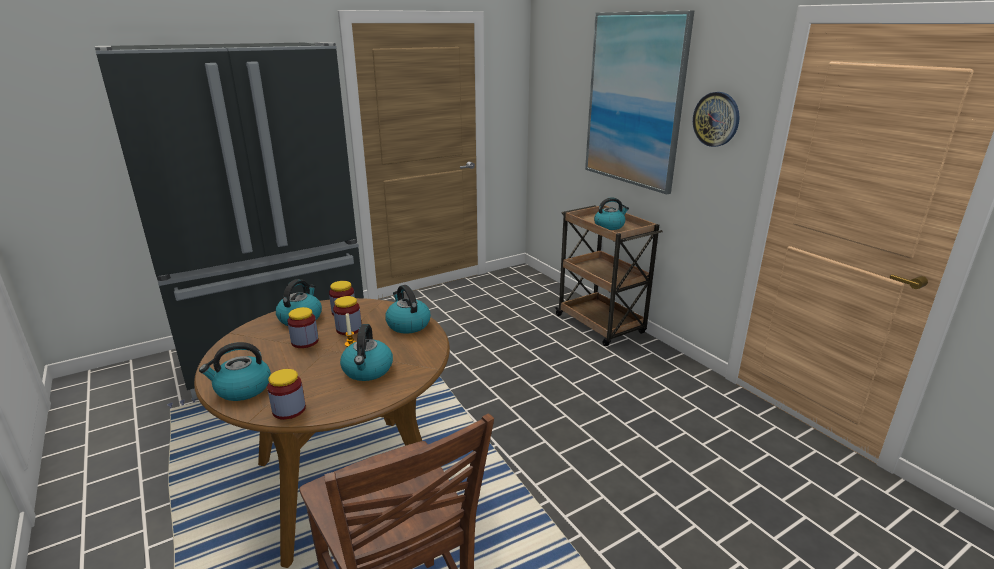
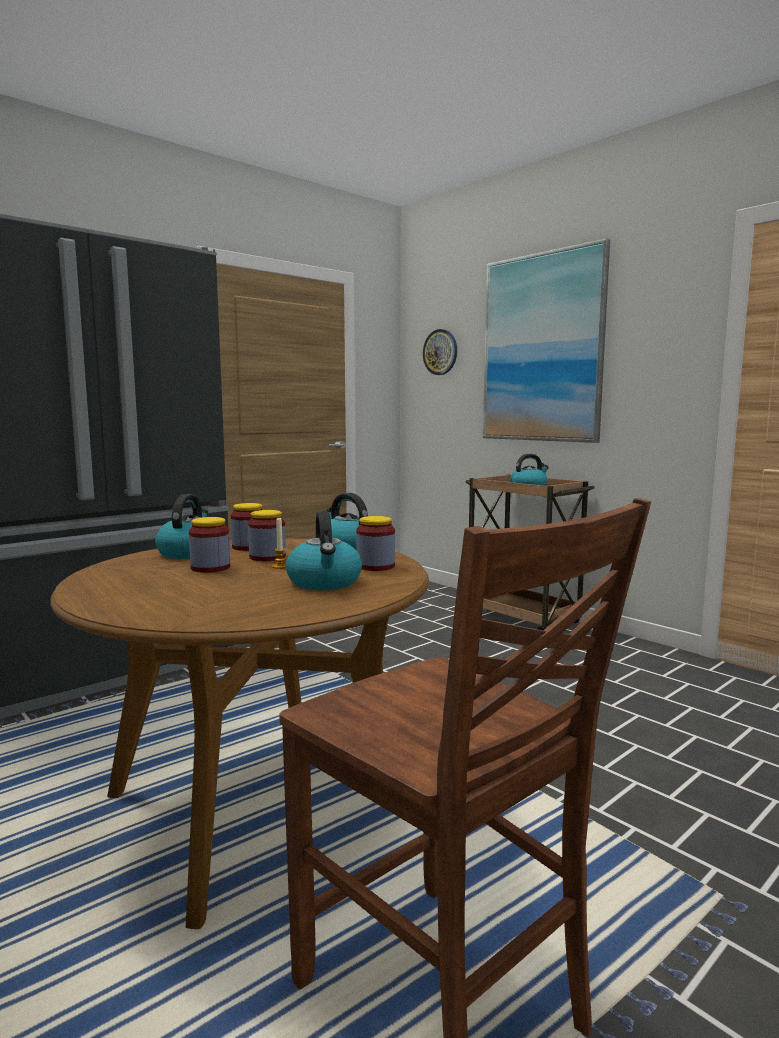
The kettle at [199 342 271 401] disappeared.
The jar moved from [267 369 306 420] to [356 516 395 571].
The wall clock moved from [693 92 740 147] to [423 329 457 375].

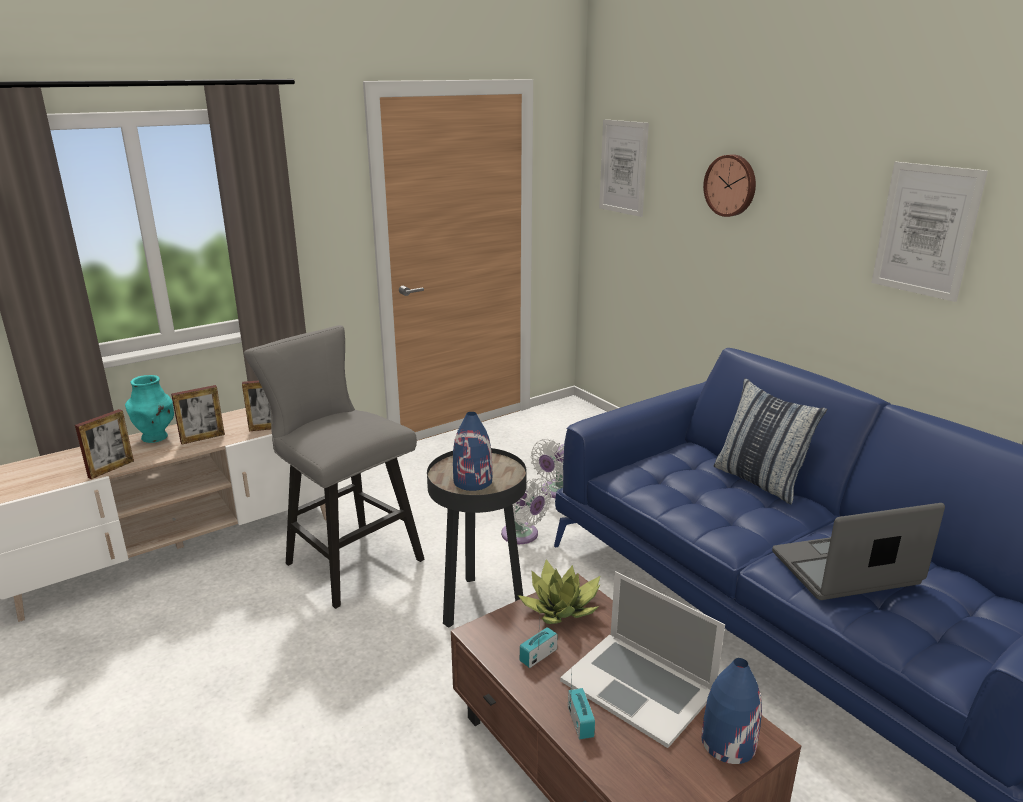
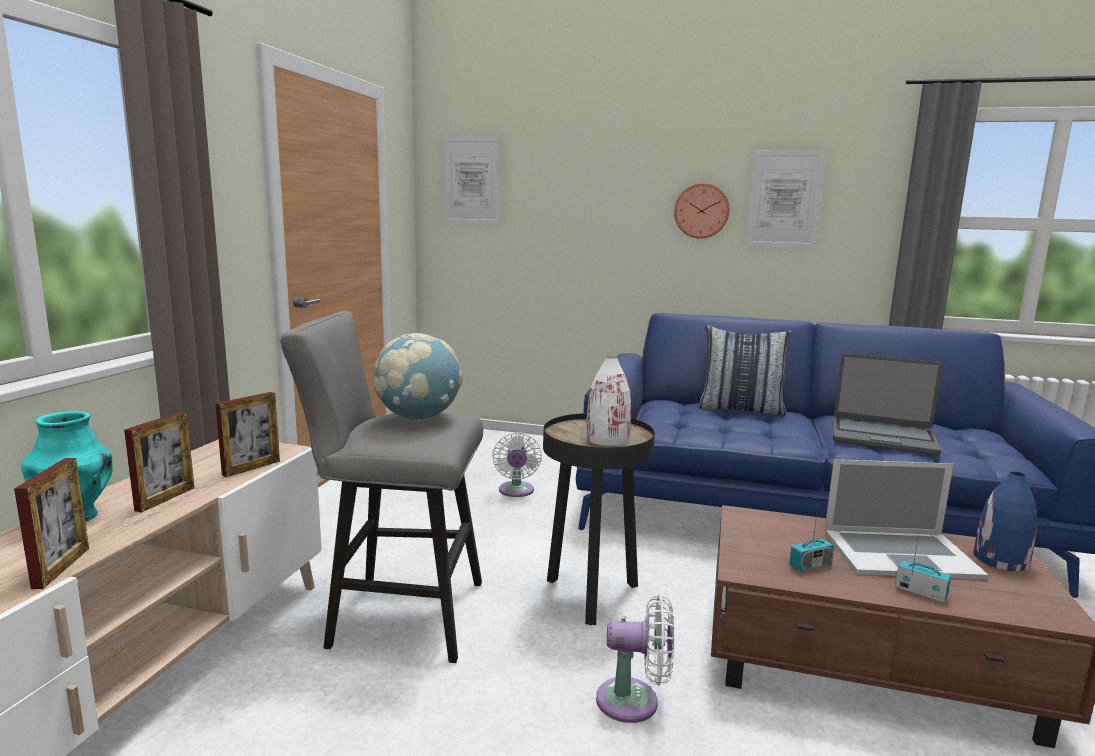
The potted plant at [518 559 600 624] disappeared.
The globe at [373 333 462 421] appeared.
The white fan moved from [501 478 552 544] to [596 595 675 723].
The wall clock moved from [703 154 756 217] to [674 183 730 239].
The blue vase at [453 412 492 491] became the white vase at [586 356 631 446].
The radio at [520 627 557 668] turned 120 degrees counterclockwise.
The laptop at [772 503 945 600] turned 105 degrees counterclockwise.

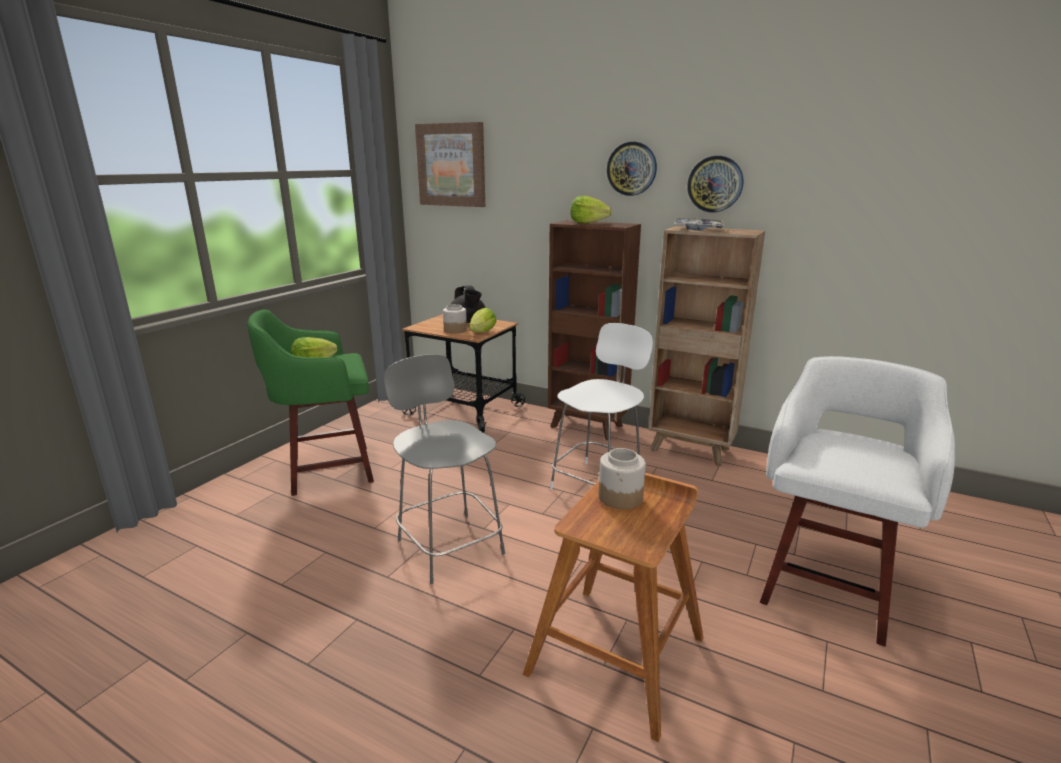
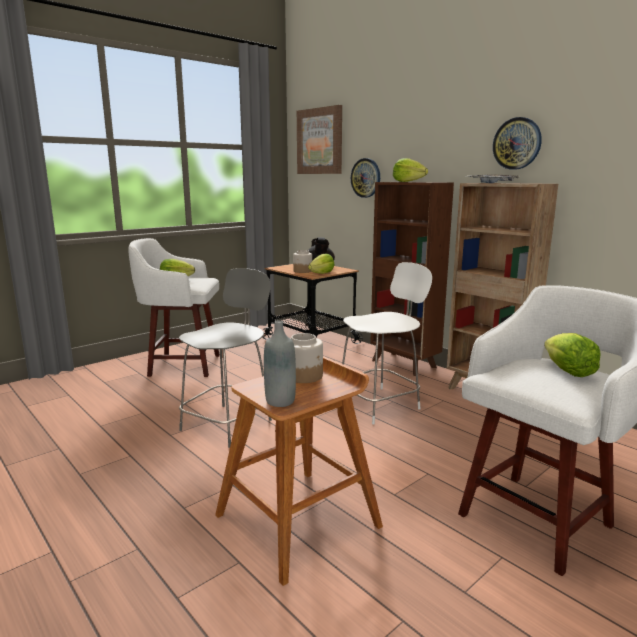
The grey bottle at [264 320 296 407] appeared.
The lettuce at [544 333 601 377] appeared.
The wall clock moved from [607 142 657 196] to [351 158 380 198].
The green stool at [248 309 374 496] became the white stool at [128 238 220 377].
The grey chair at [384 354 505 584] turned 45 degrees clockwise.

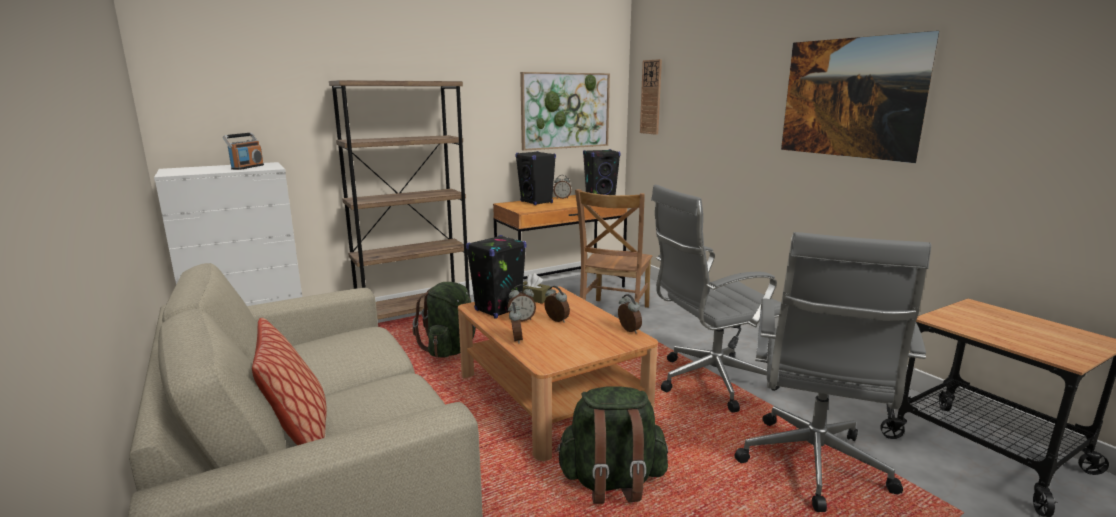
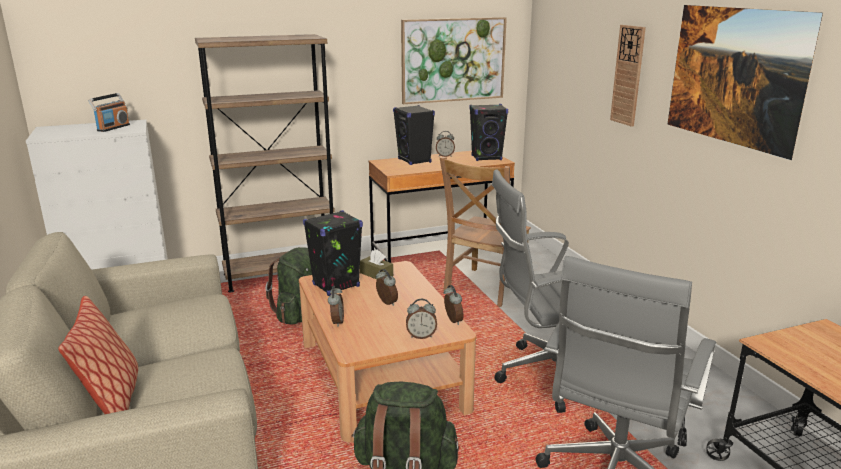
The alarm clock moved from [508 284 536 322] to [406 299 437 339].
The wall clock moved from [640 59 662 135] to [610 25 646 127].

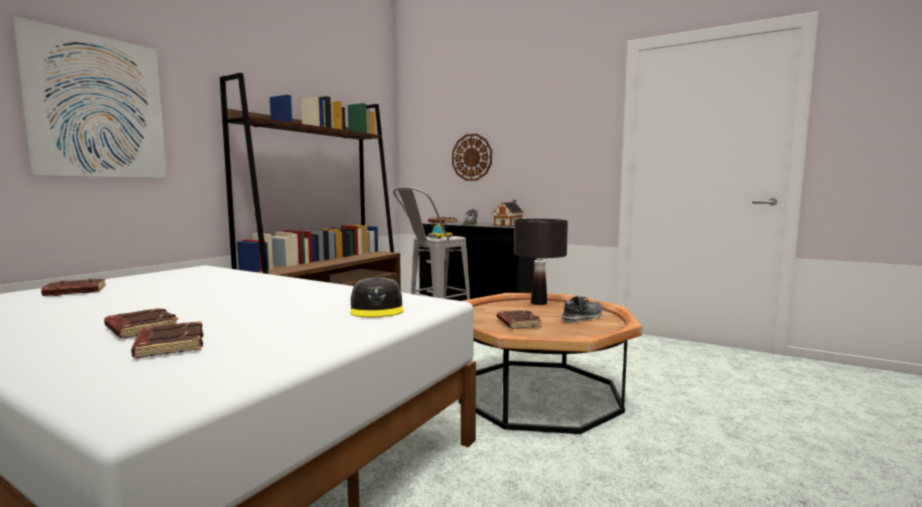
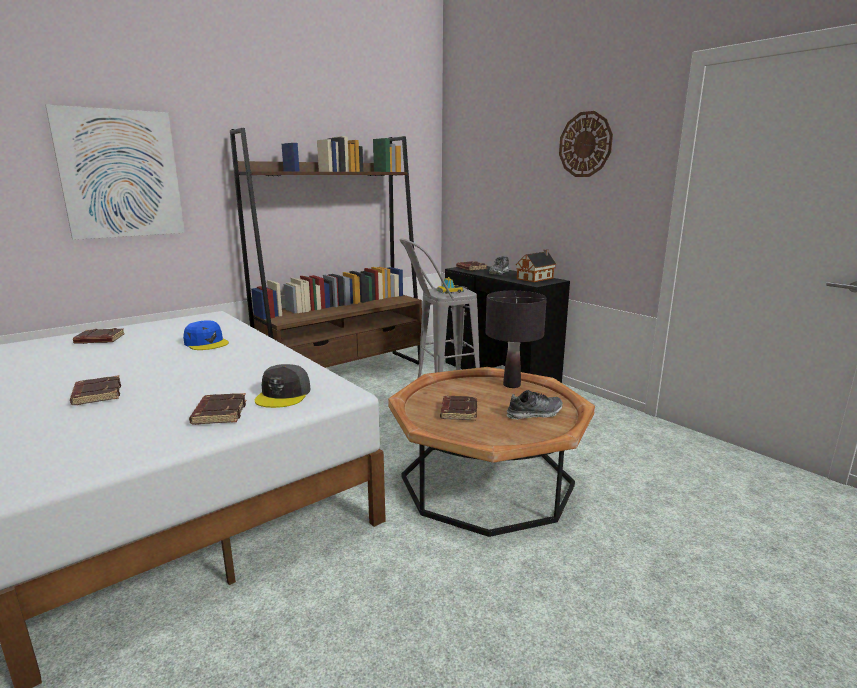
The blue cap at [183 321 229 350] appeared.
The brown book moved from [131 321 203 358] to [189 393 247 425].
The wall clock moved from [452 134 492 181] to [559 111 613 177].

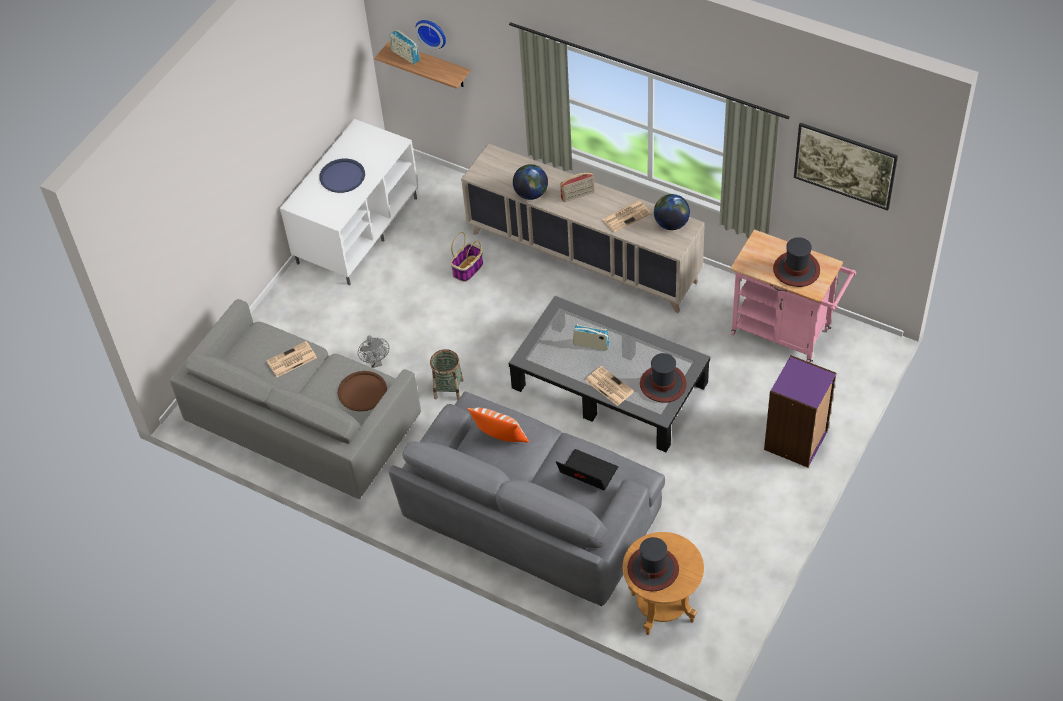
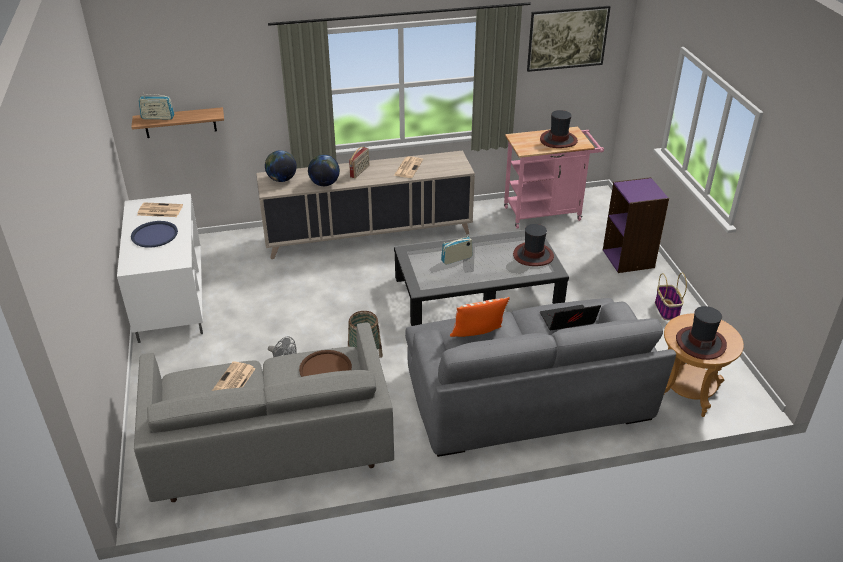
The wall clock at [415 20 446 49] disappeared.
The basket moved from [450 232 483 282] to [655 273 687 320].
The newspaper moved from [585 366 634 406] to [138 202 183 217].
The globe moved from [654 194 690 230] to [265 150 297 182].

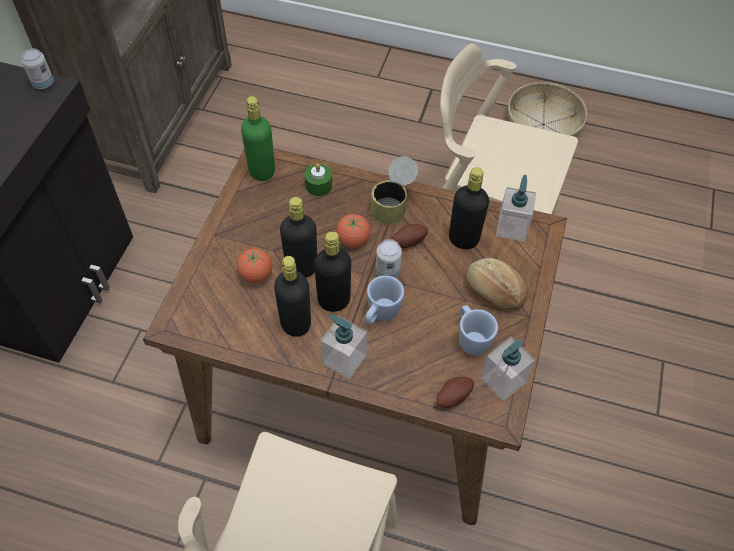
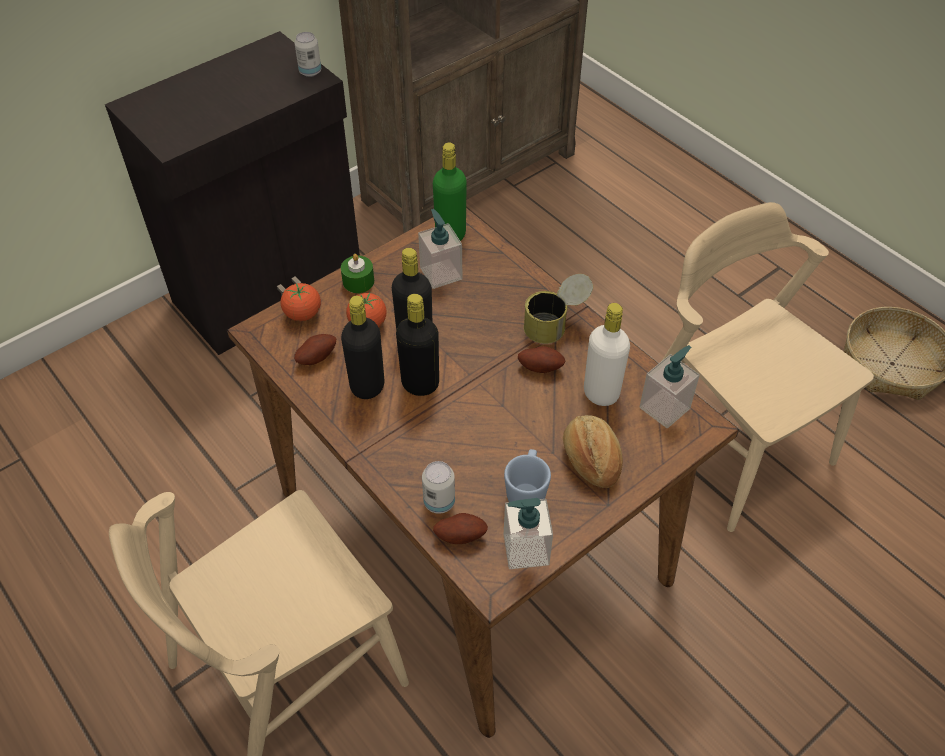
The blue mug at [365 275 404 324] disappeared.
The potato at [294 334 336 365] appeared.
The green candle moved from [305 163 332 196] to [341 254 374 293].
The soap dispenser moved from [321 314 367 379] to [418 209 462 289].
The tomato moved from [336 214 371 248] to [281 283 321 321].
The can moved from [376 239 402 278] to [422 461 455 514].
The black bottle at [449 167 489 249] became the white bottle at [584 303 630 406].

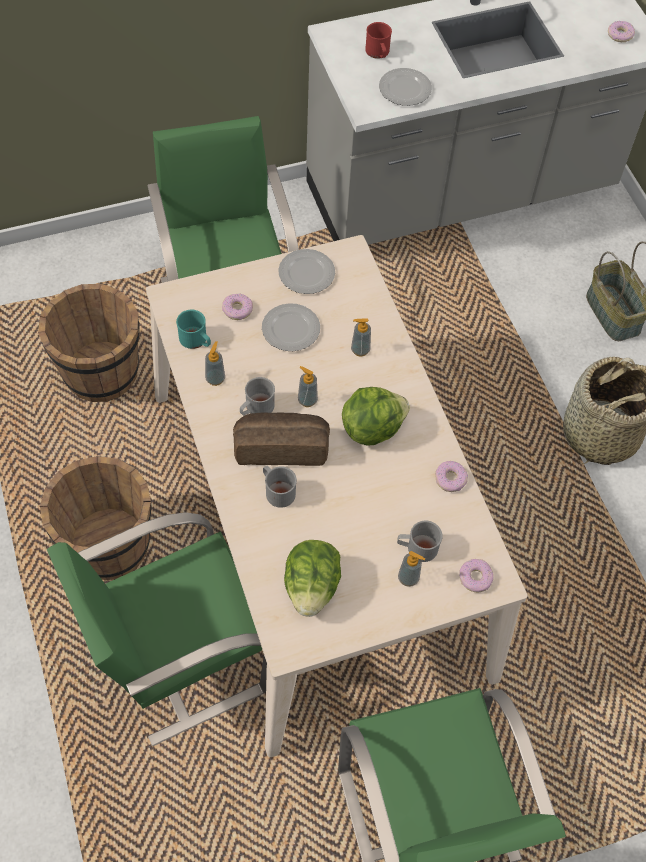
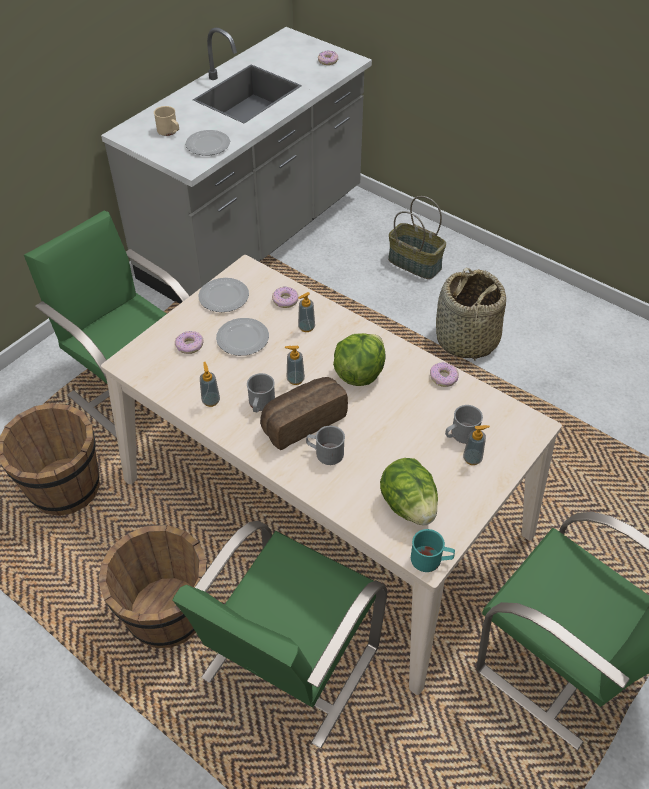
The turquoise mug moved from [176 310 211 349] to [411 529 455 572].
The donut moved from [459 559 494 593] to [272 286 298 308].
The red mug at [365 22 392 59] became the beige mug at [154 106 179 136].

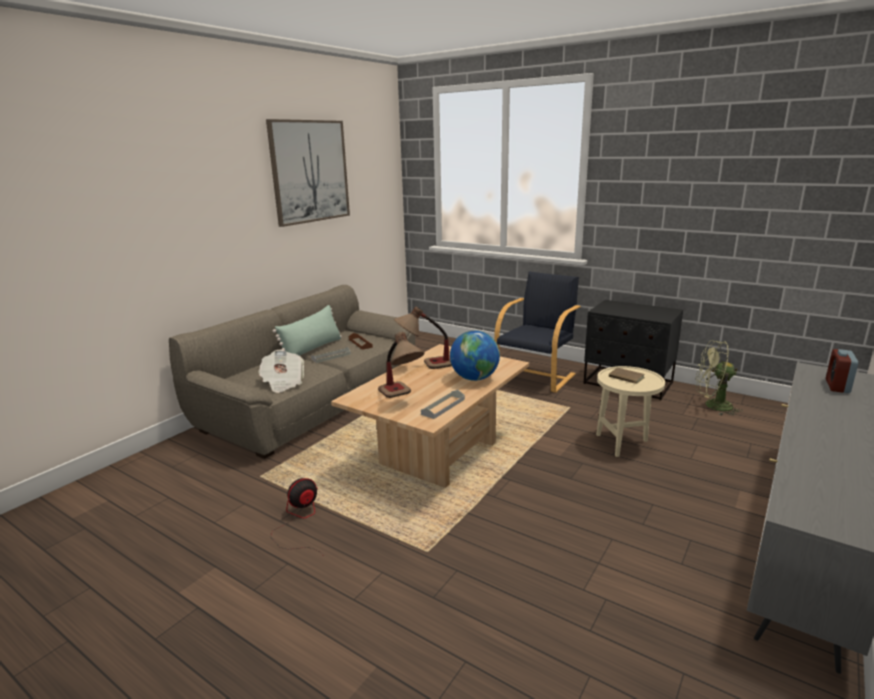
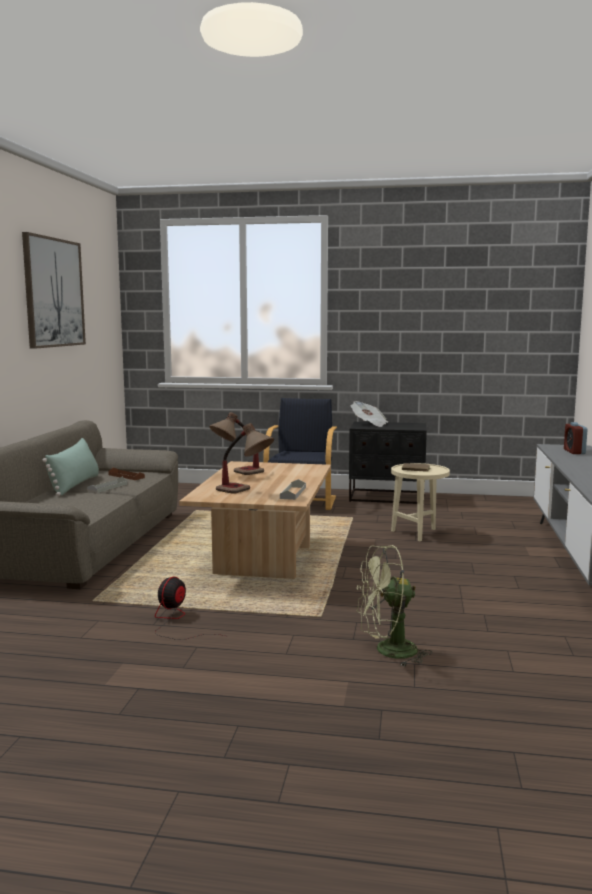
The globe at [450 331 500 381] disappeared.
The newspaper moved from [258 350 304 393] to [351 401 388 427].
The green fan moved from [696 340 743 415] to [357 545 432 667].

